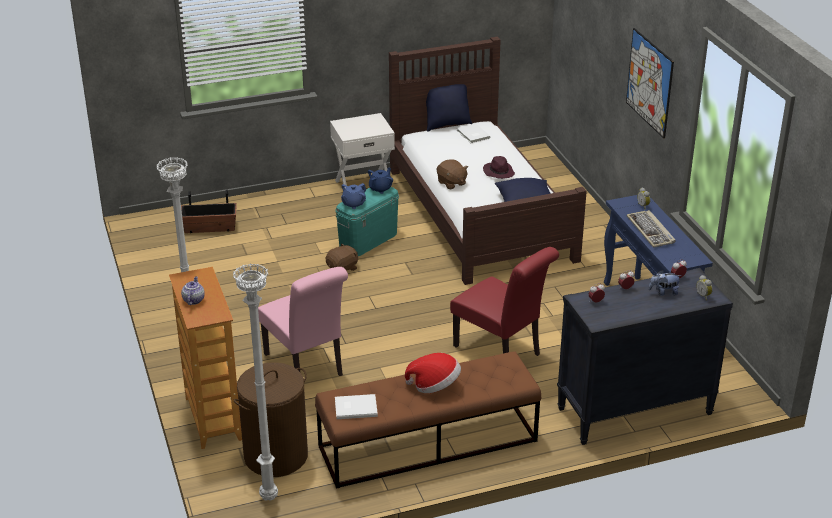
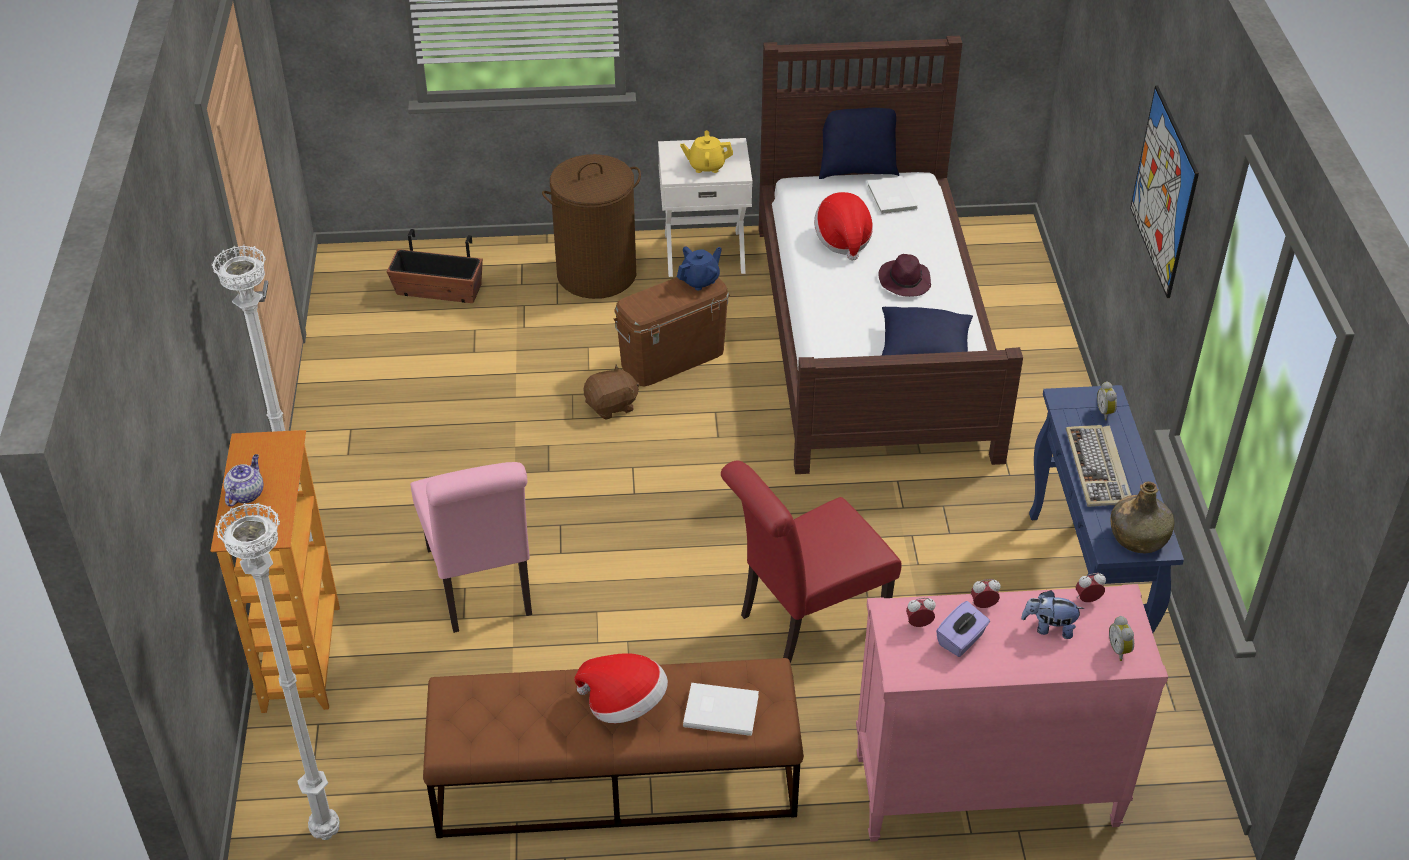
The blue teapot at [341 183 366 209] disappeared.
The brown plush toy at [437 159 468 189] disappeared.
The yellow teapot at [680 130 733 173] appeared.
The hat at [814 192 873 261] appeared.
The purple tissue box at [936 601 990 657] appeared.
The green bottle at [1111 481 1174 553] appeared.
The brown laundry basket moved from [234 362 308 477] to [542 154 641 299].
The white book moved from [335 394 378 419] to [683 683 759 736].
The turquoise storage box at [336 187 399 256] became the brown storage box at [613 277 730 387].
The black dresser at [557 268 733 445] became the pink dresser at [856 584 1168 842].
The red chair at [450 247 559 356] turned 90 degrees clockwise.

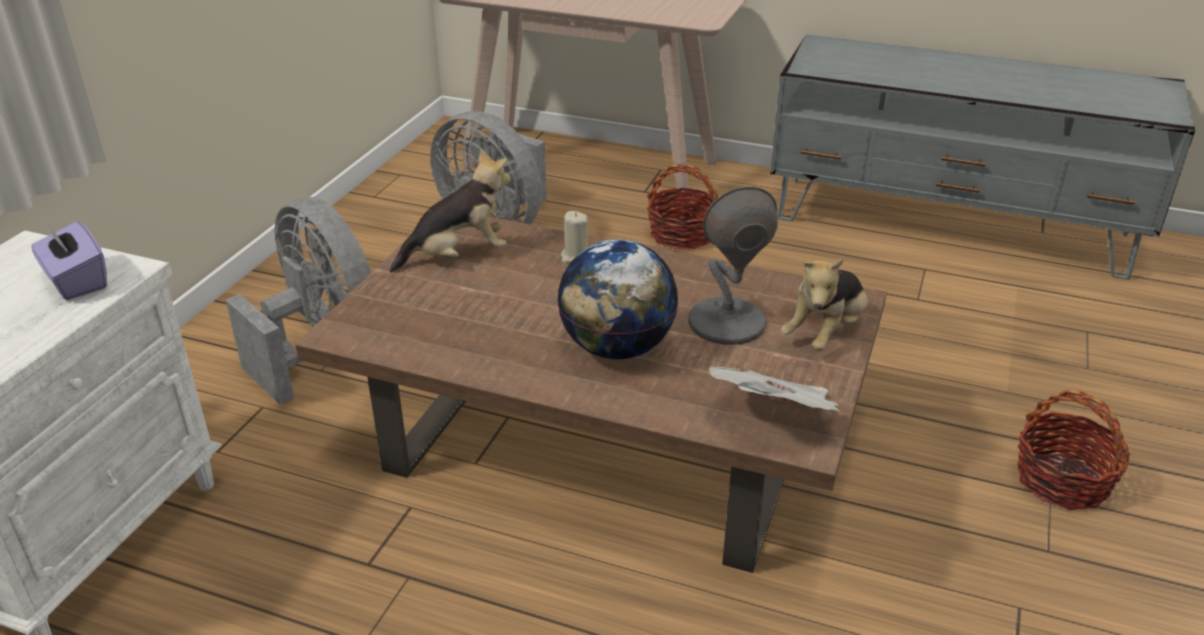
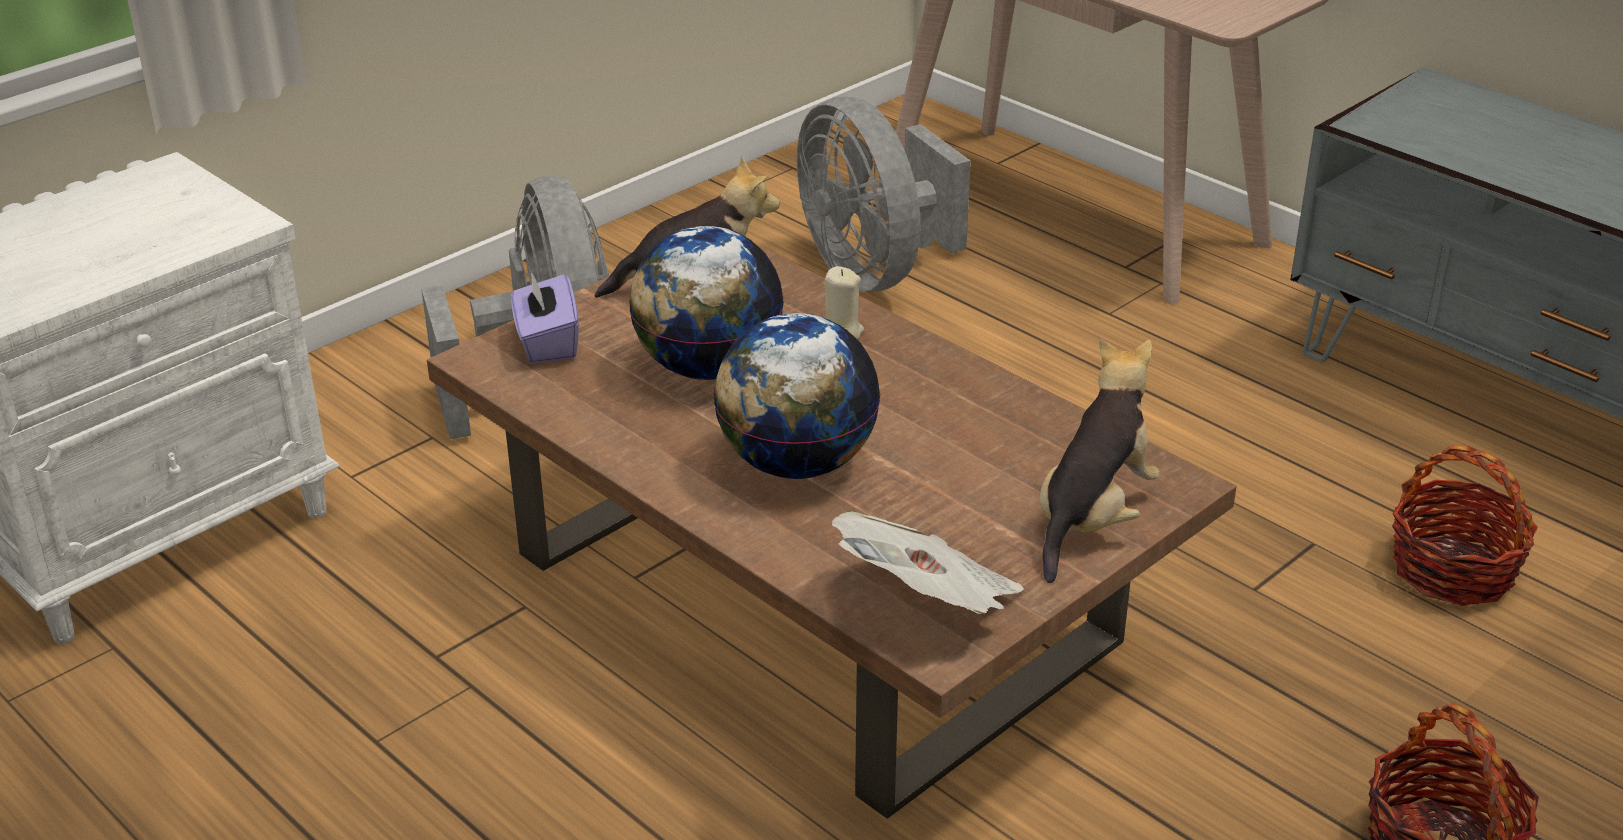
The grey table lamp at [688 187 778 345] disappeared.
The globe at [629 226 784 380] appeared.
The purple tissue box moved from [31 221 107 300] to [511 271 579 364].
The basket moved from [647 164 719 250] to [1392 446 1538 606].
The plush toy at [781 259 868 351] turned 150 degrees clockwise.

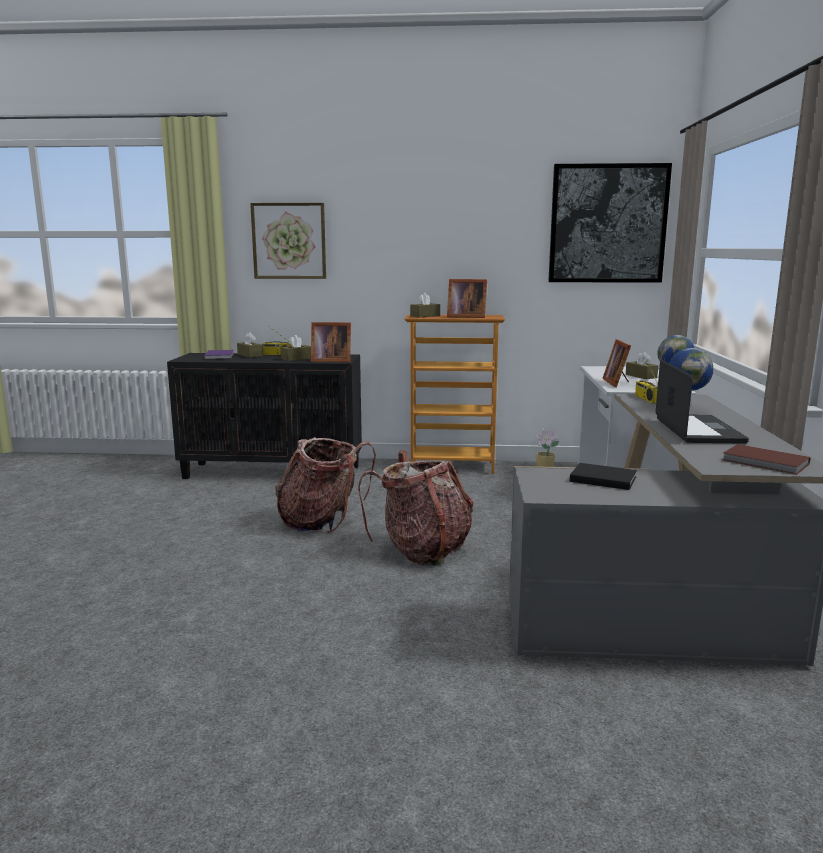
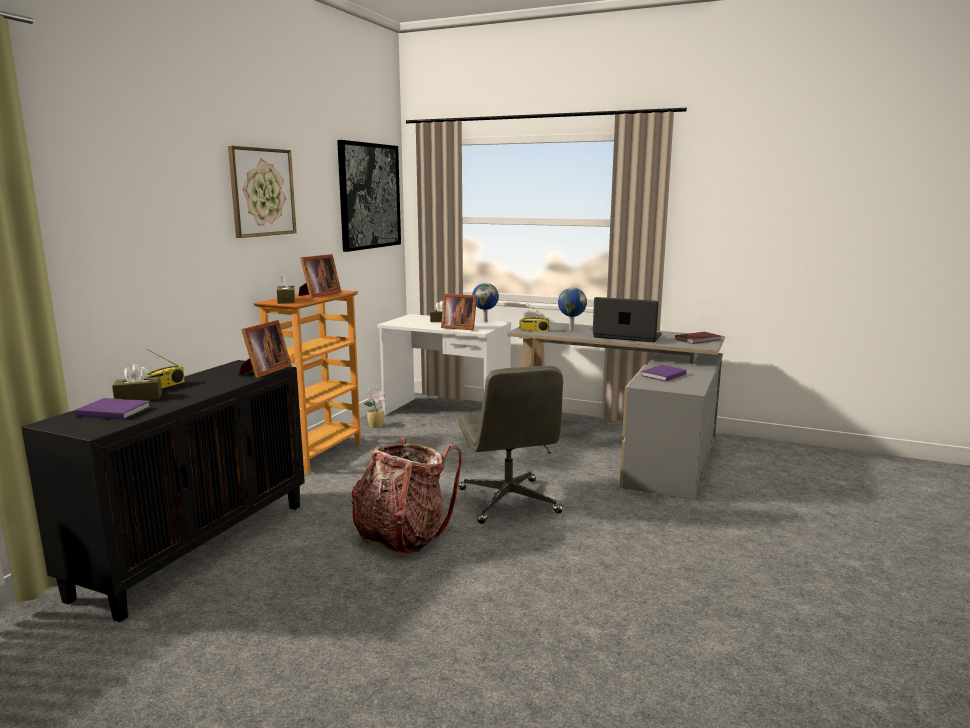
The brown tissue box at [281 335 311 361] disappeared.
The picture moved from [250 203 326 279] to [228 146 297 238].
The backpack at [358 450 474 565] was replaced by the grey office chair at [458 366 563 524].
The black book at [570 463 637 490] became the purple book at [641 365 686 381].

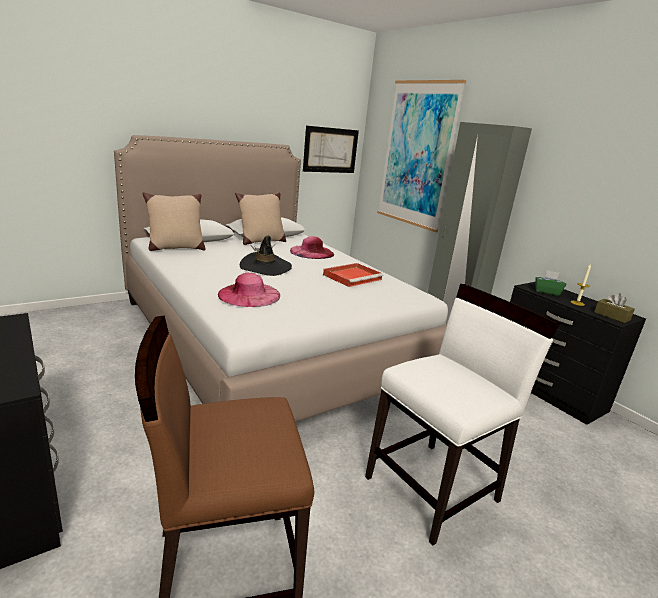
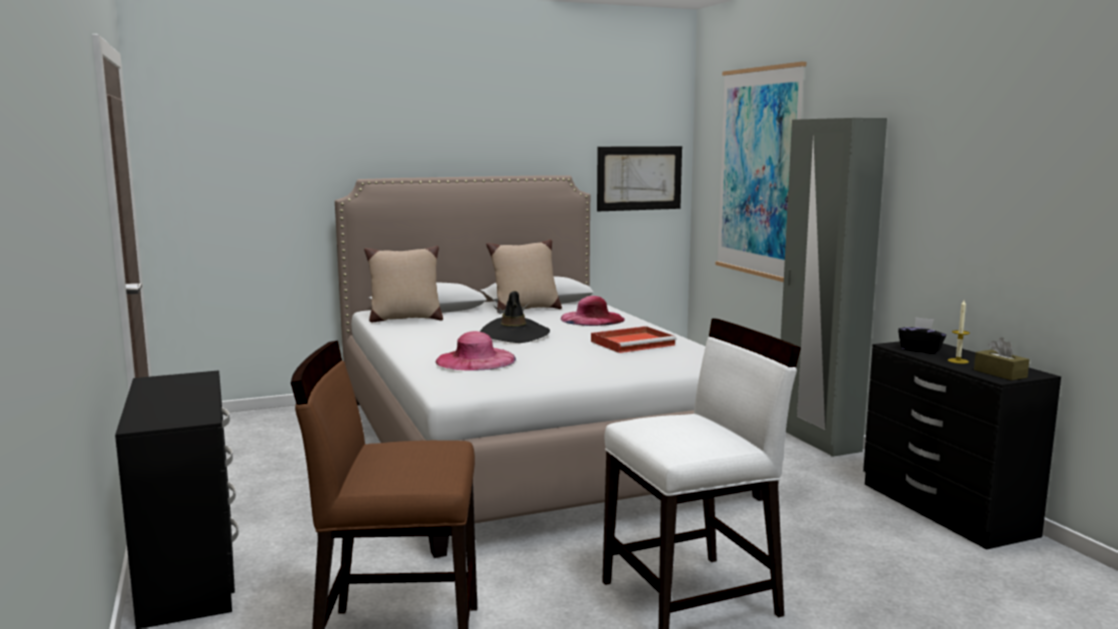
The green tissue box at [535 270 566 296] became the black tissue box at [898 317 946 354].

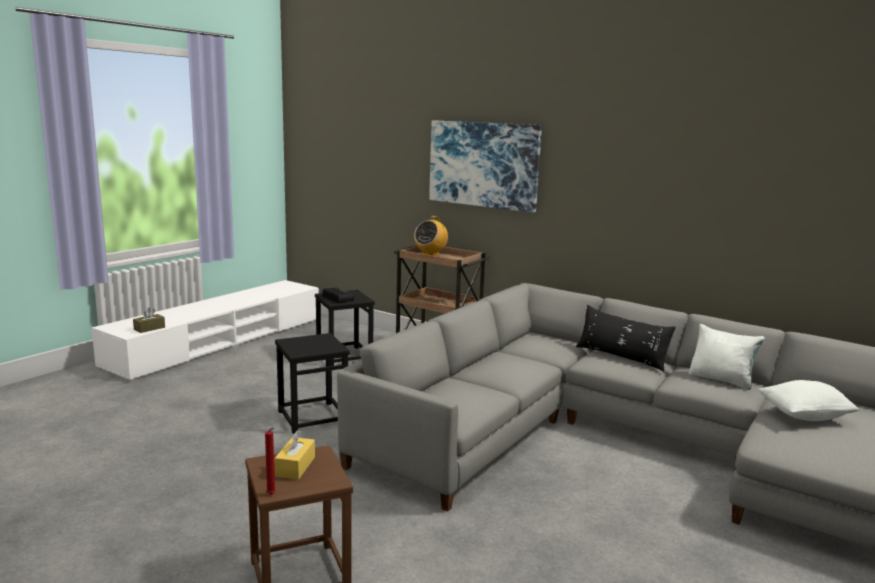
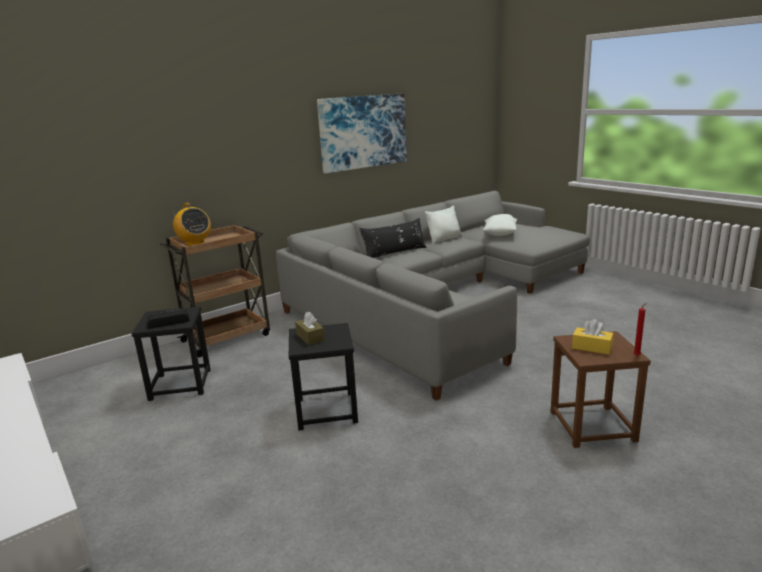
The brown tissue box moved from [133 307 165 333] to [295 312 325 345].
The picture moved from [429 120 542 212] to [317 93 407 174].

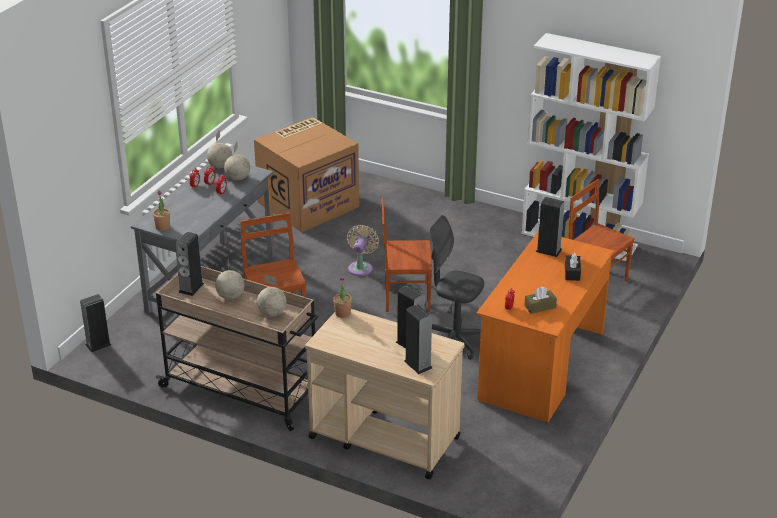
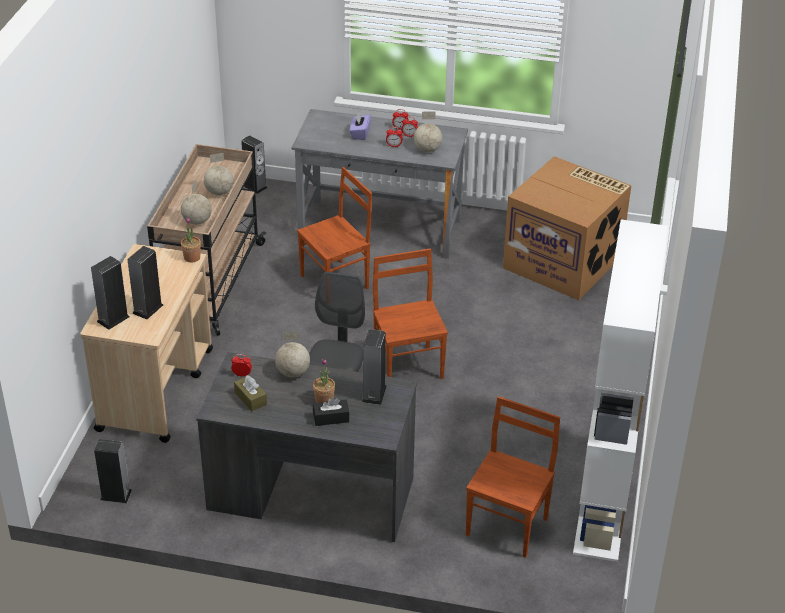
The beige fan at [347 225 379 276] disappeared.
The purple tissue box at [350 113 371 140] appeared.
The potted plant moved from [153 190 170 231] to [313 358 335 403].
The speaker moved from [175 232 204 296] to [94 439 132 503].
The globe moved from [207 129 232 168] to [275 332 310 377].
The orange desk at [476 231 614 423] became the grey desk at [196 352 417 542].

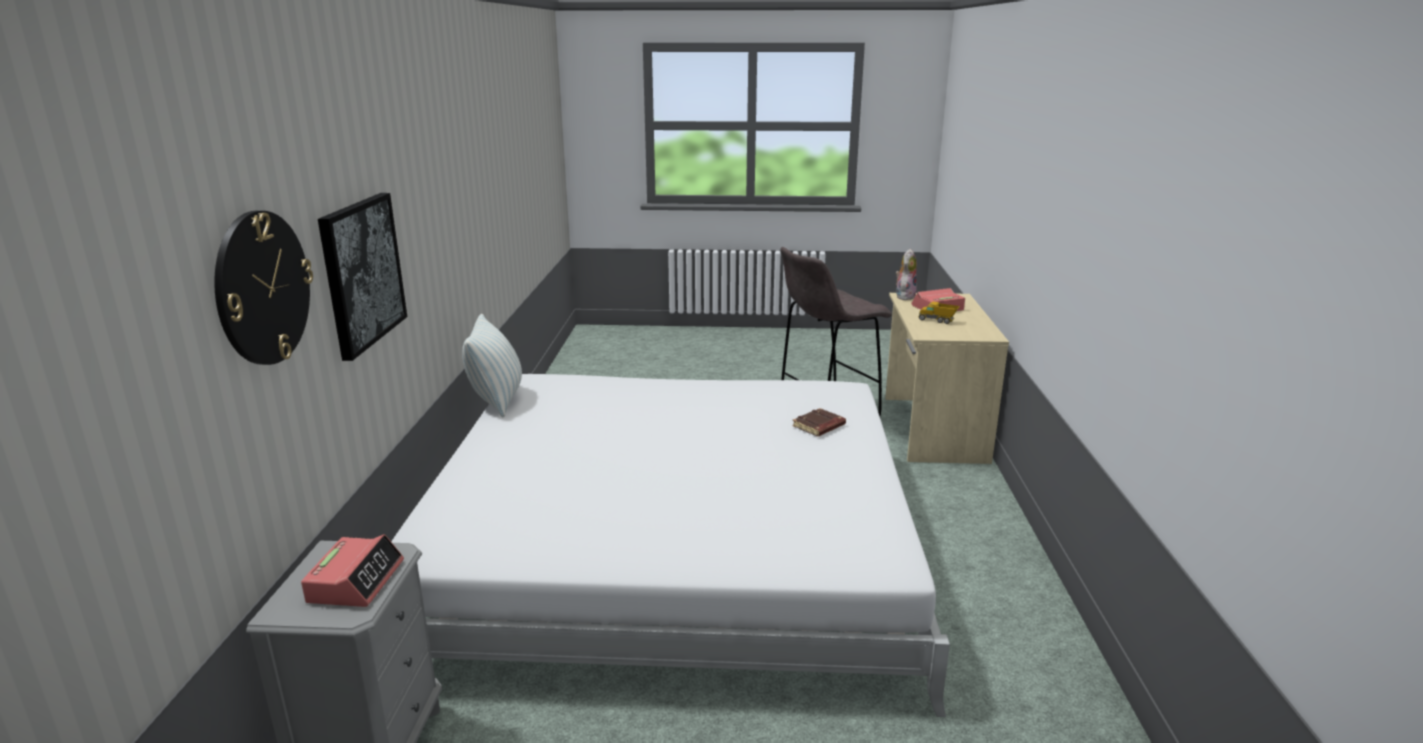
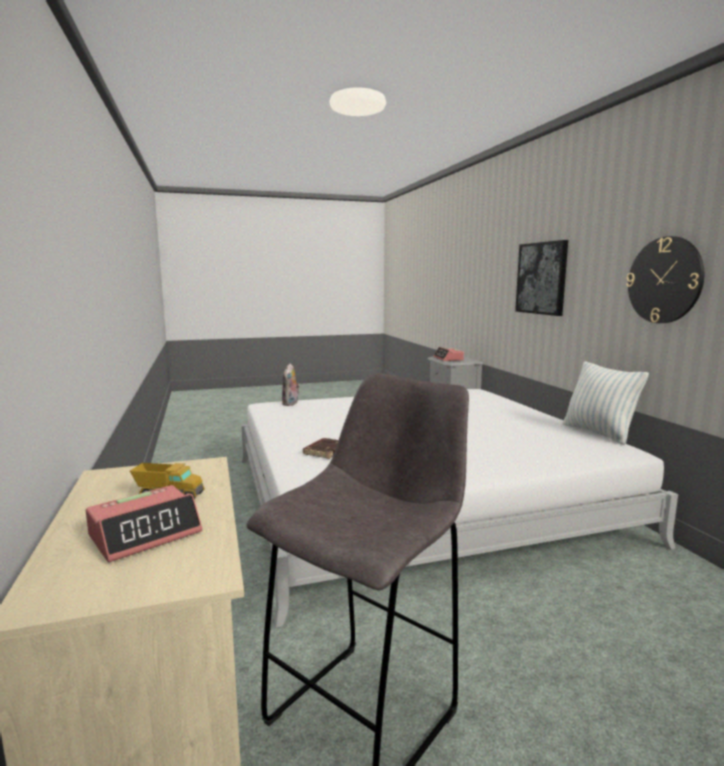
The wall clock moved from [214 211 313 365] to [626 236 704 323].
The plush toy moved from [895 249 917 300] to [282 363 300 406].

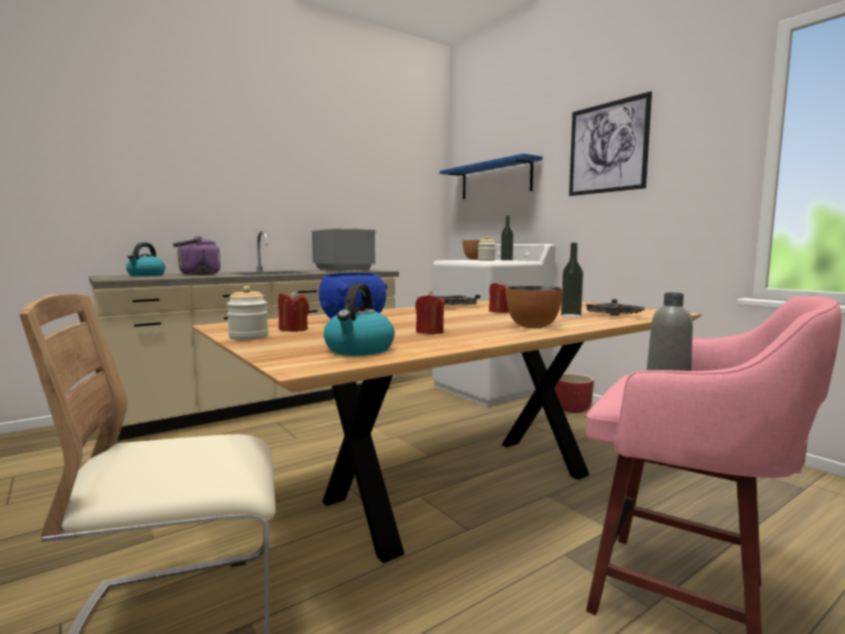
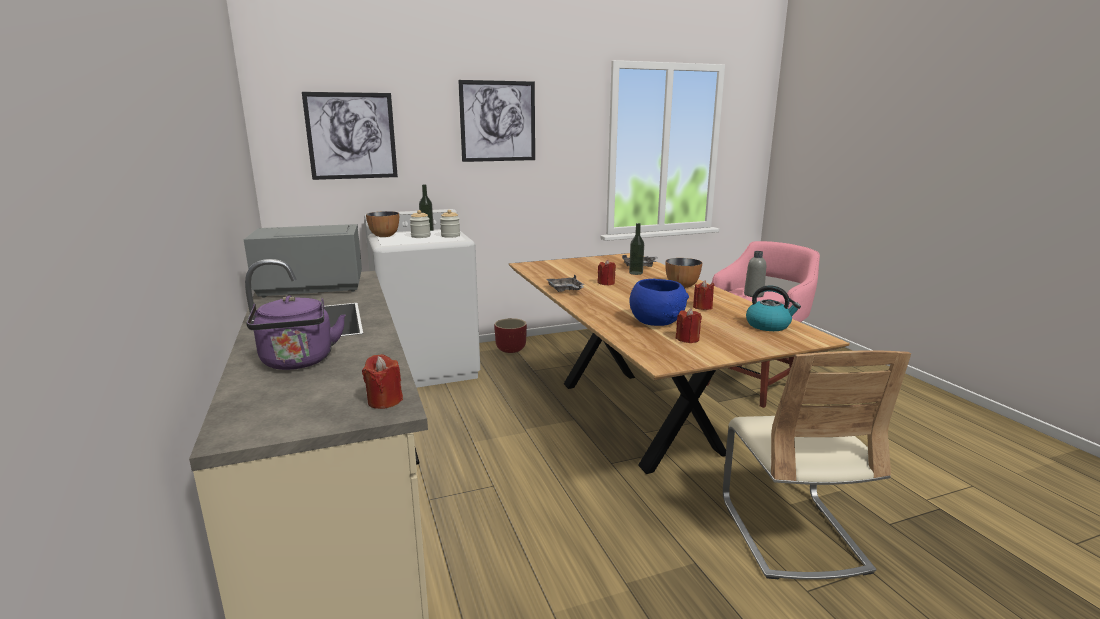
The kettle at [126 242 165 276] disappeared.
The red candle at [362 354 403 409] appeared.
The jar moved from [227 286 269 340] to [440 210 460 238].
The blue shelf at [439 153 543 199] was replaced by the picture at [302 92 398 180].

